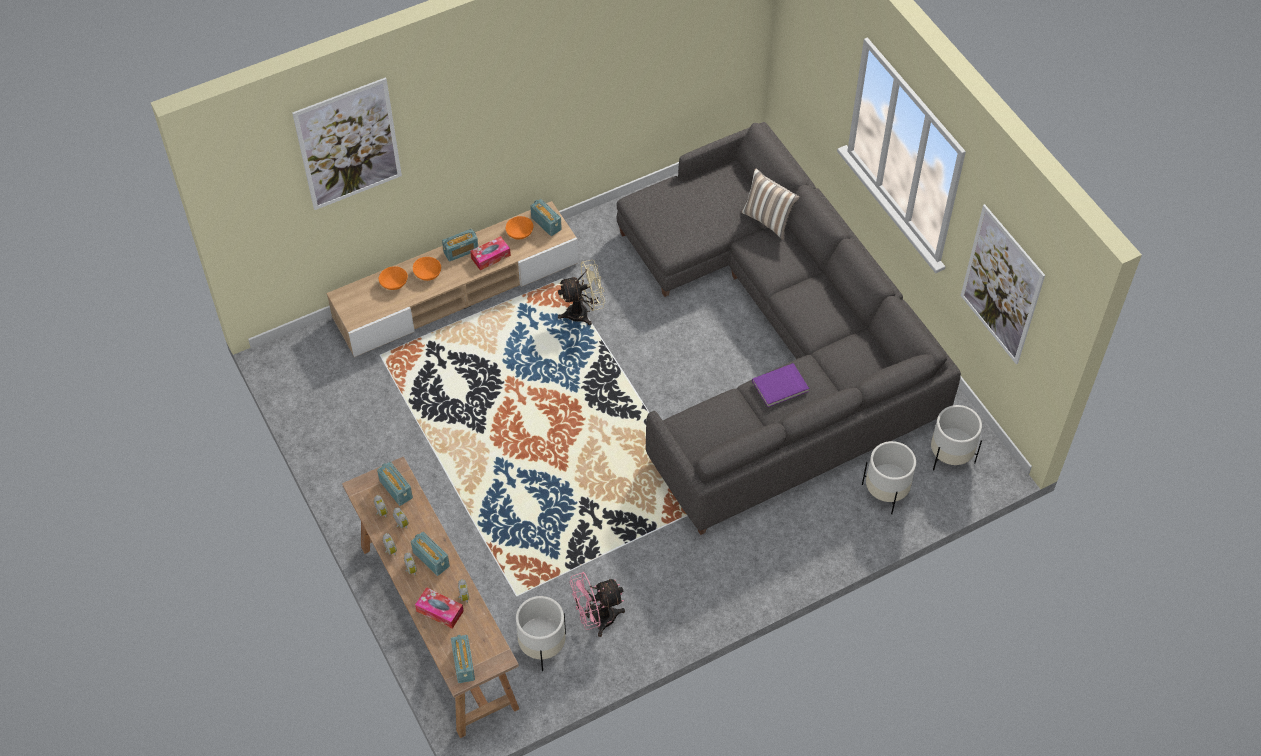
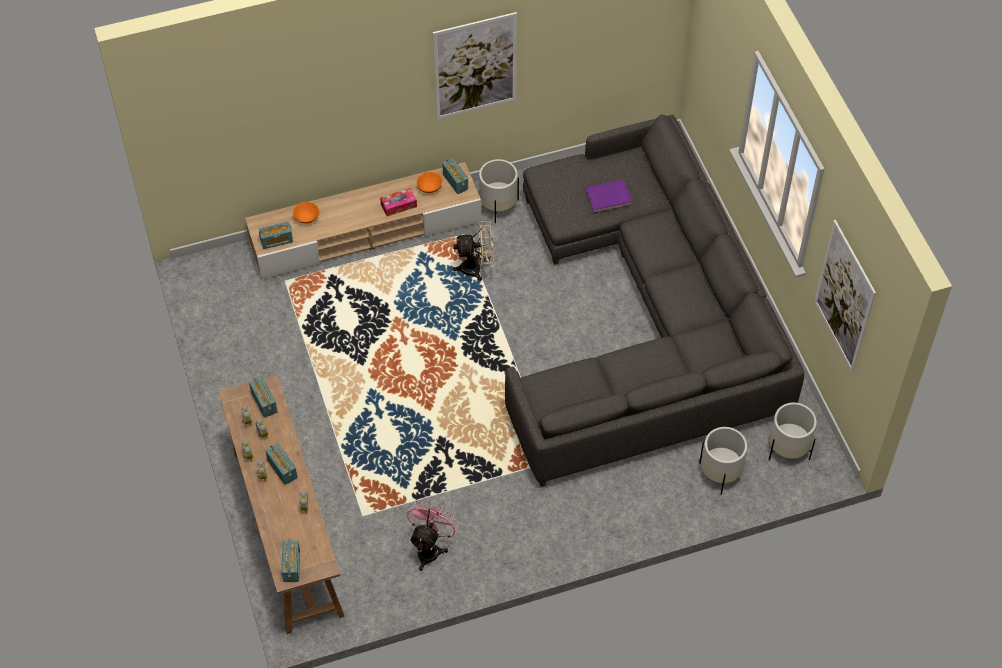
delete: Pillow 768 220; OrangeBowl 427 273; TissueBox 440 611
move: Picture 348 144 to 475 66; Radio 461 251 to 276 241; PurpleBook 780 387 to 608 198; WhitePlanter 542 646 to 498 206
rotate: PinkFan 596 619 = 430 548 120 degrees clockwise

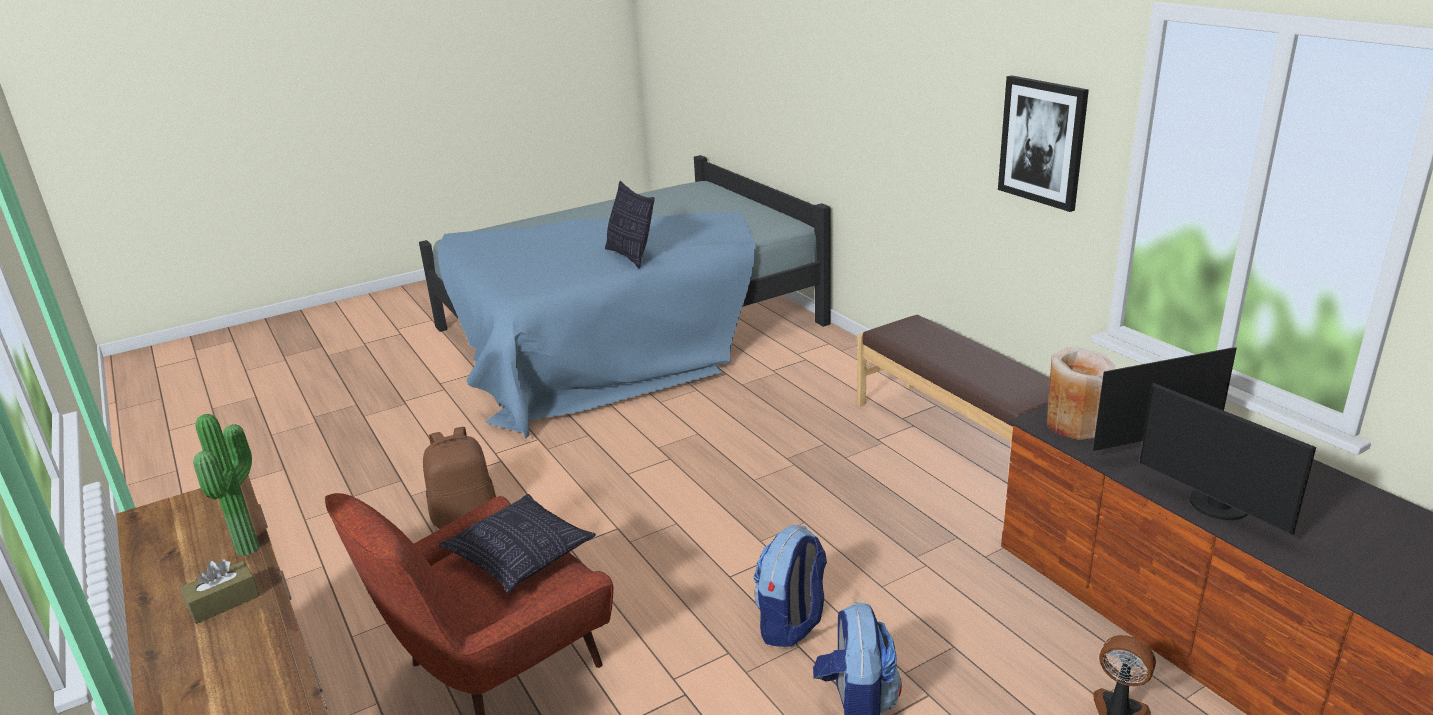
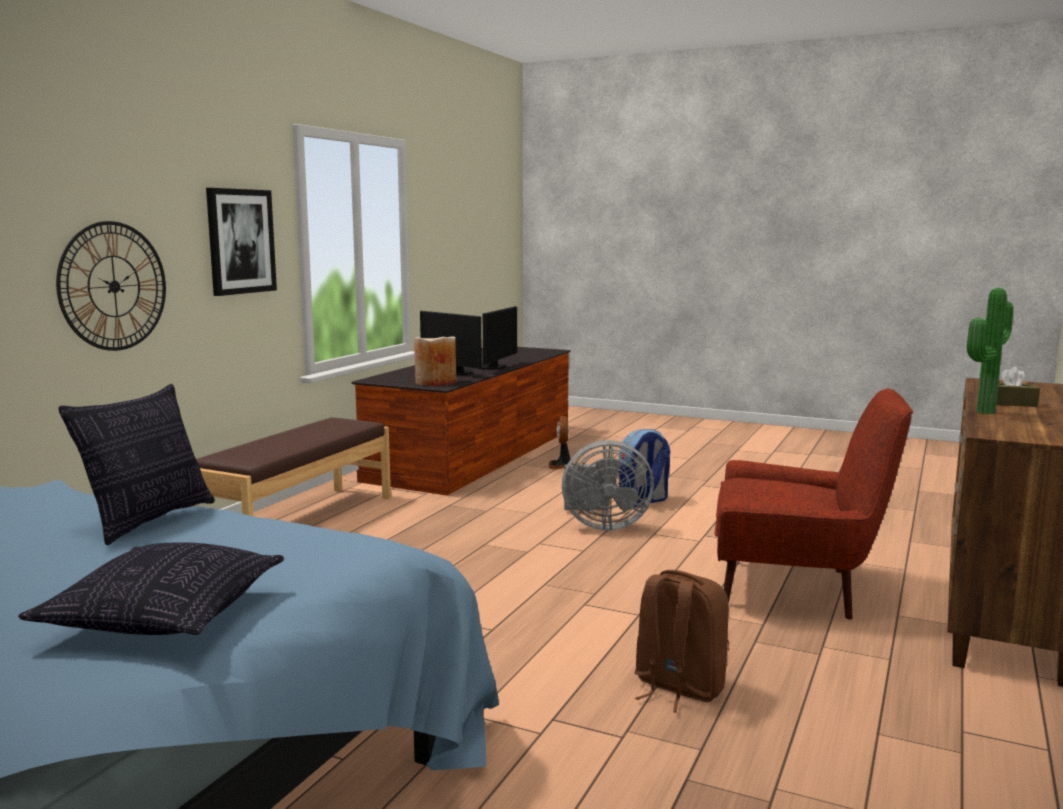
insert: WallClock 114 286
move: Pillow 521 557 to 165 617
replace: Backpack 791 624 to GreyFan 602 525

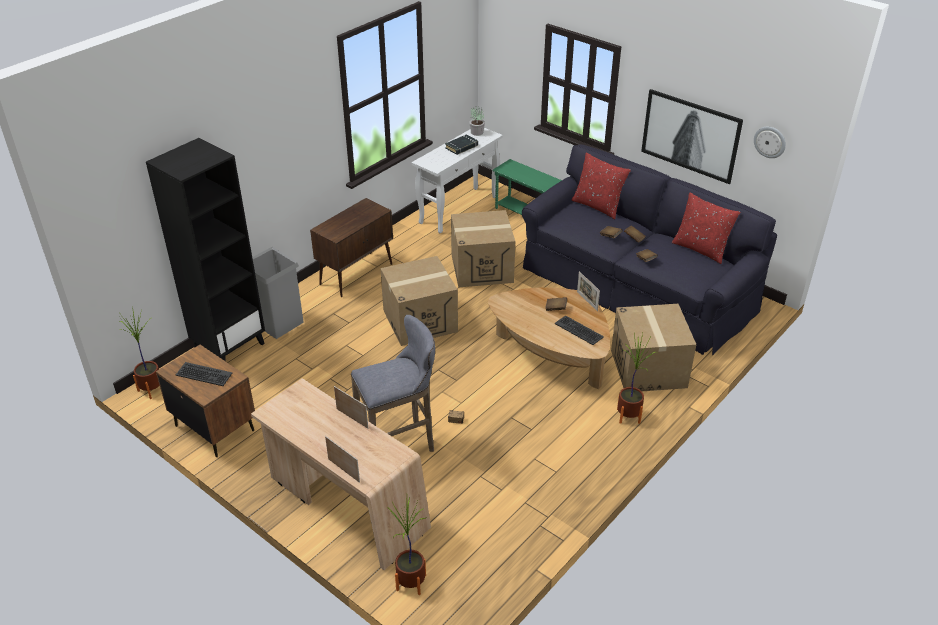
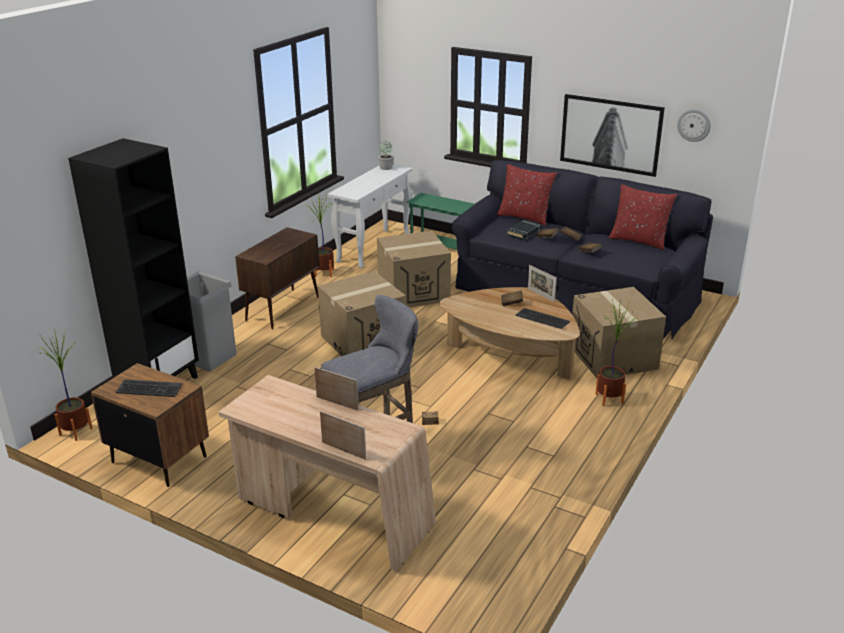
move: BlackBook 462 147 to 524 232; PottedPlant 411 583 to 324 273

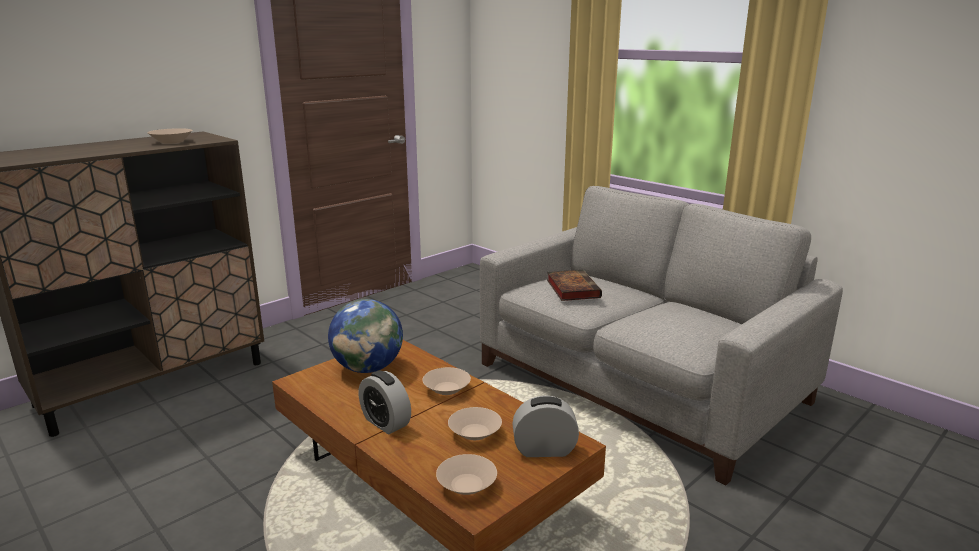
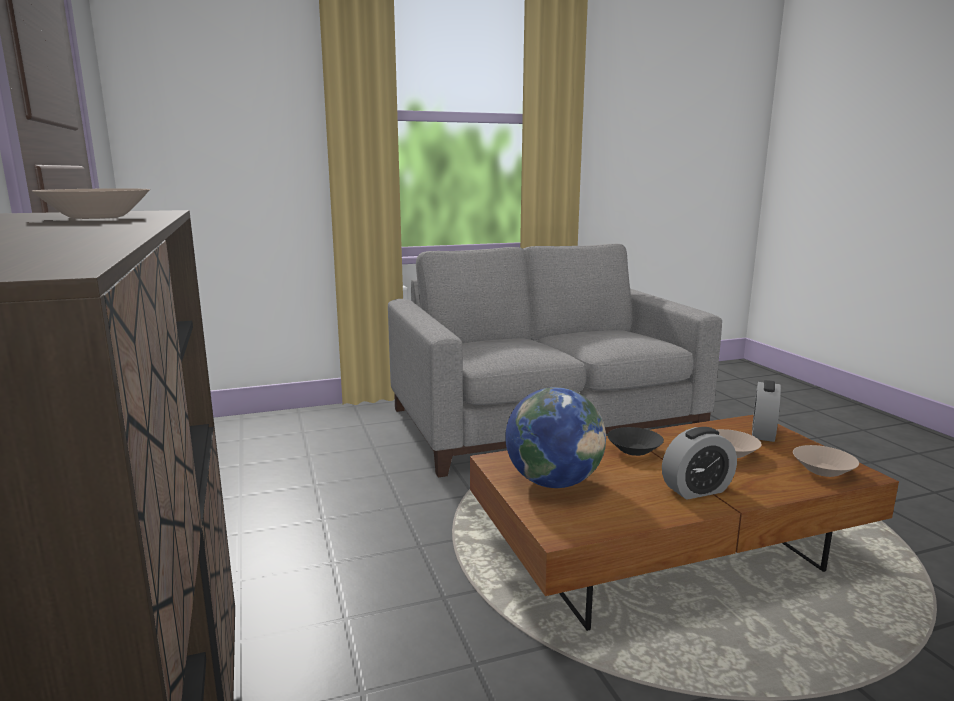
delete: Book 571 288
recolor: BeigeBowl 447 389 to BlackBowl 633 450

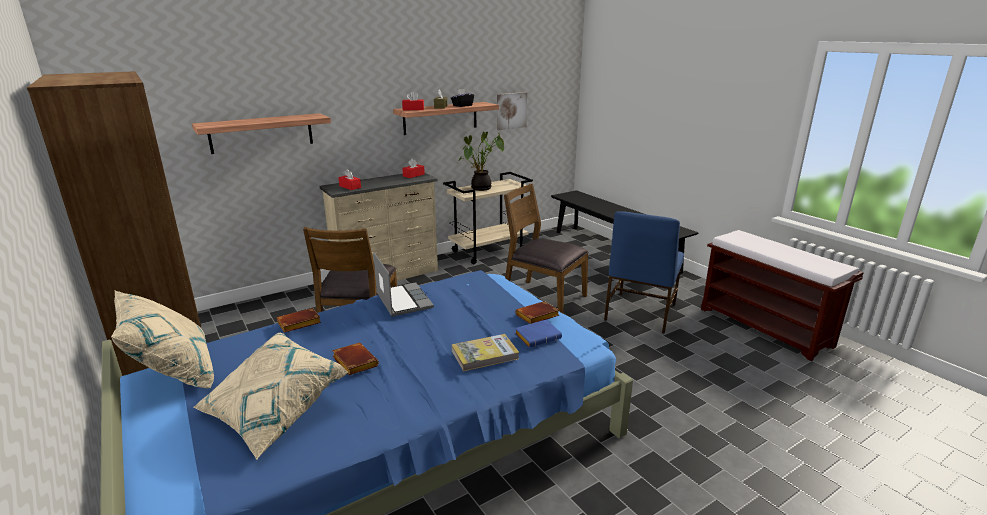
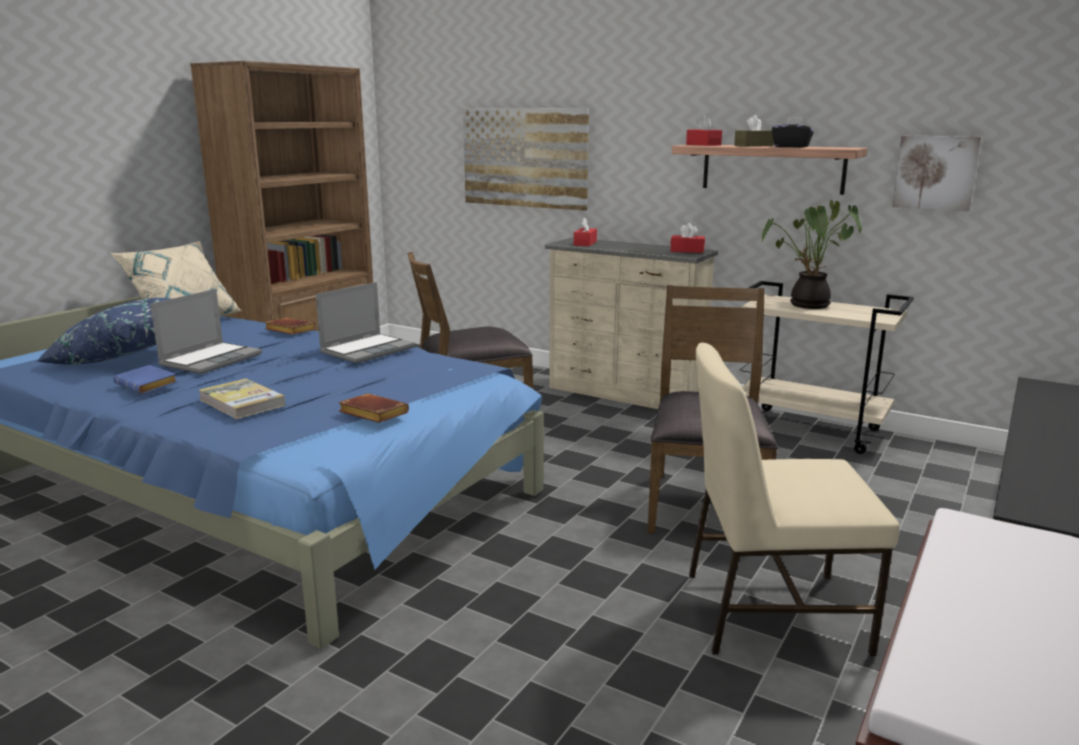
move: BlueBook 538 336 to 148 385
replace: Shelf 261 133 to Picture 524 158; BrownBook 353 362 to Laptop 211 359
recolor: BlueChair 639 313 to BeigeChair 770 611; BeigePillow 273 412 to BluePillow 123 357

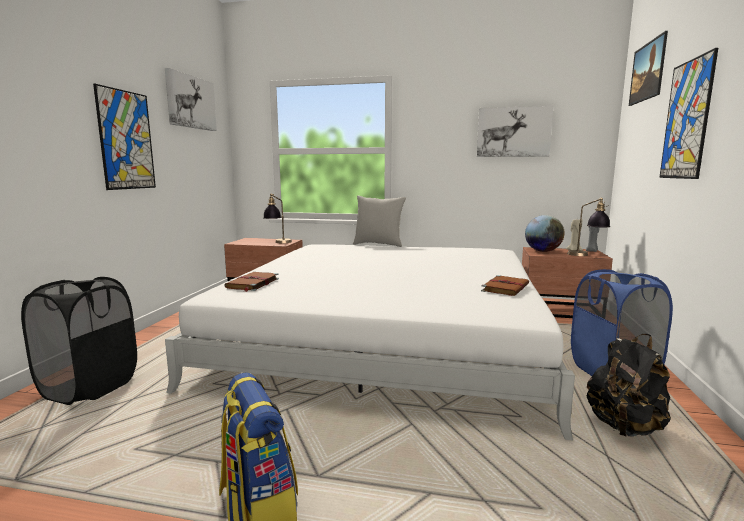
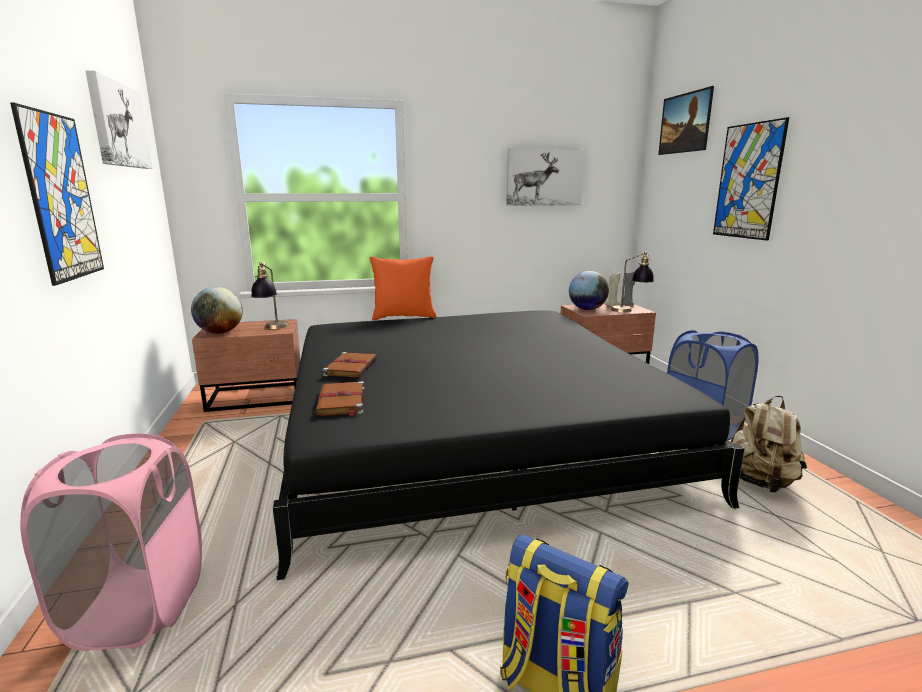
insert: Globe 220 332
move: BrownBook 505 287 to 351 367
recolor: GreyPillow 378 244 to OrangePillow 404 317; WhiteBed 386 335 to BlackBed 469 431; BlackLaundryBasket 89 387 to PinkLaundryBasket 138 607; BlackBackpack 625 427 to BeigeBackpack 759 482

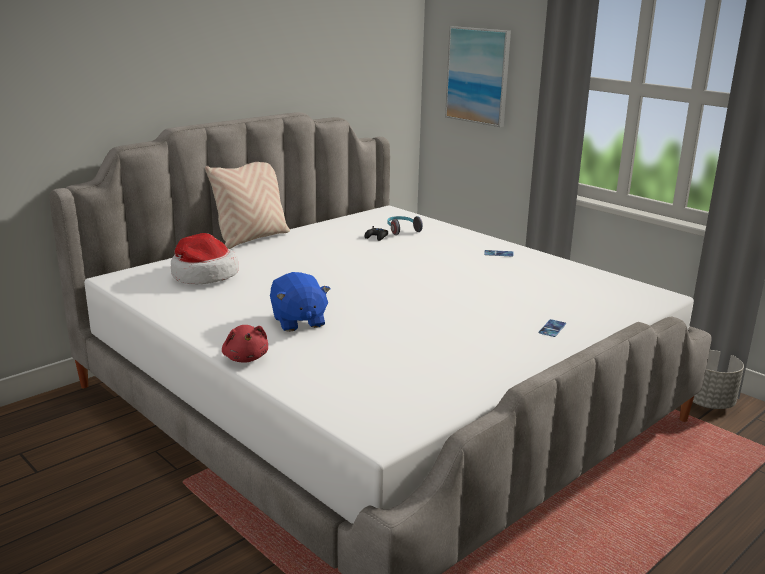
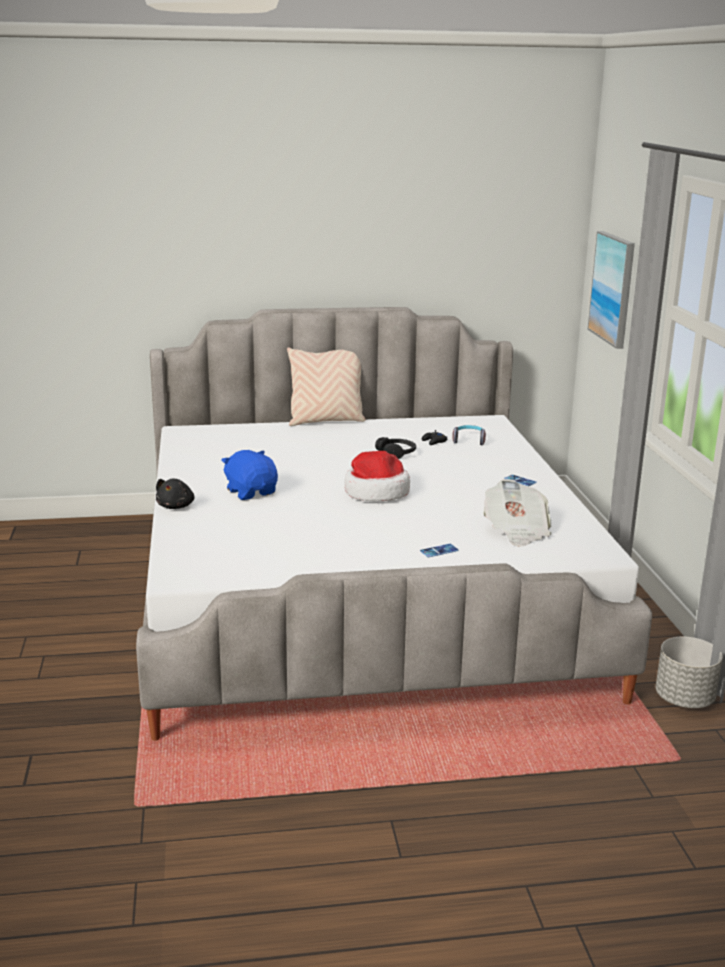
insert: BlackHeadphones 396 454; Newspaper 516 531
move: Hat 203 275 to 376 492
recolor: RedPlushToy 246 358 to BlackPlushToy 176 506
rotate: BluePlushToy 298 321 = 251 492 135 degrees clockwise

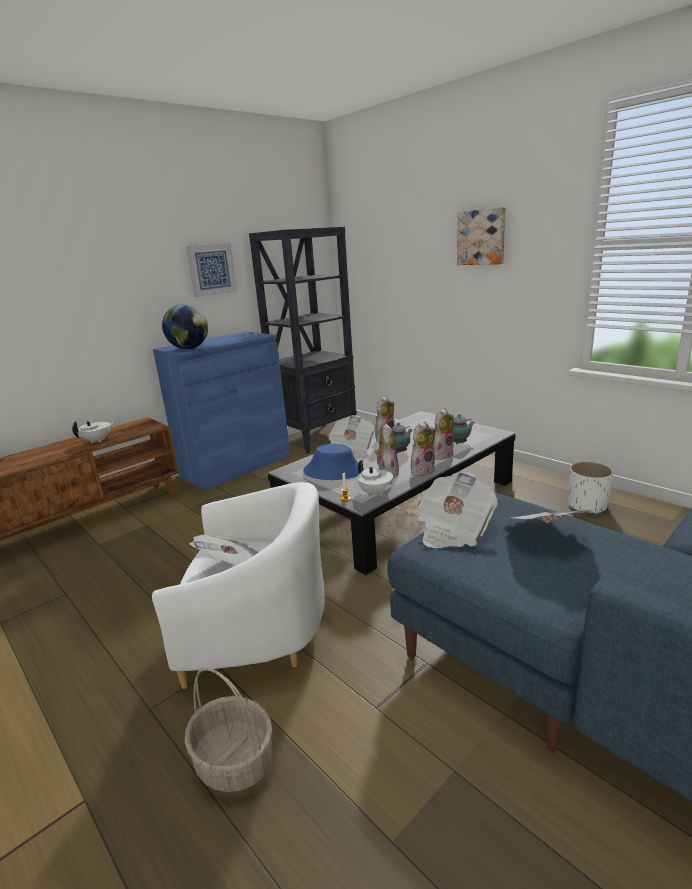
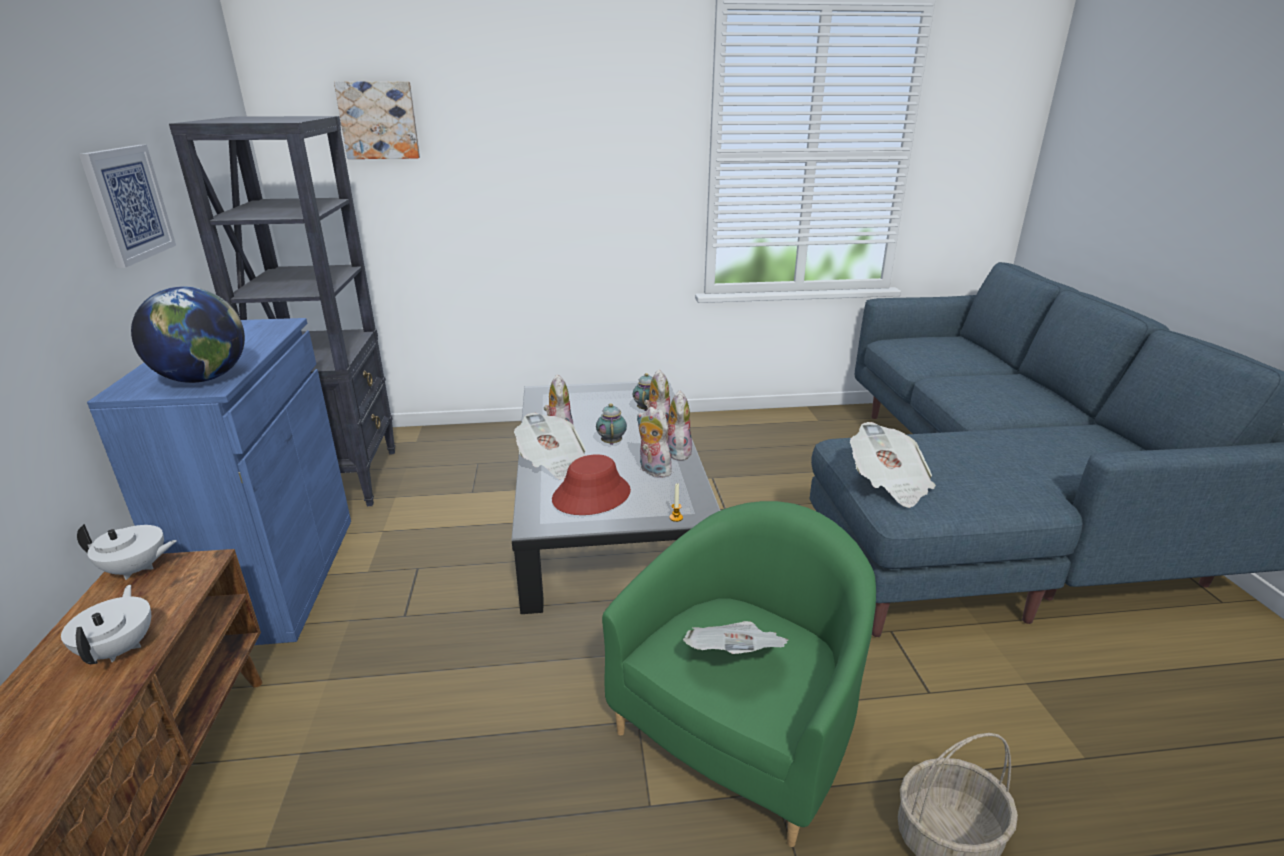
delete: WhitePlanter 587 506; Newspaper 544 534
move: Picture 482 237 to 379 120; WhiteTeapot 376 494 to 137 569
recolor: BlueHat 333 471 to RedHat 591 495; WhiteArmchair 257 631 to GreenArmchair 740 729

